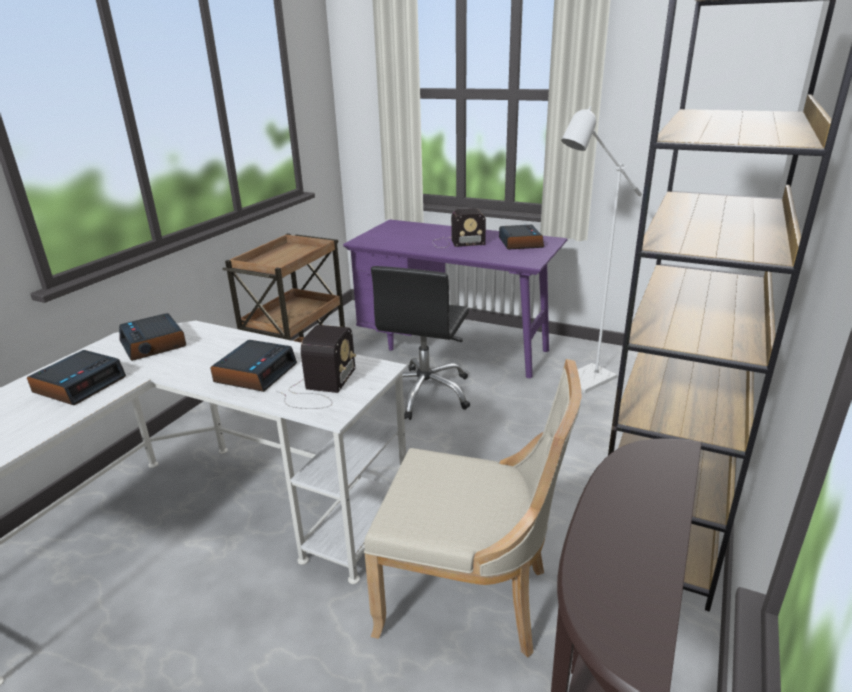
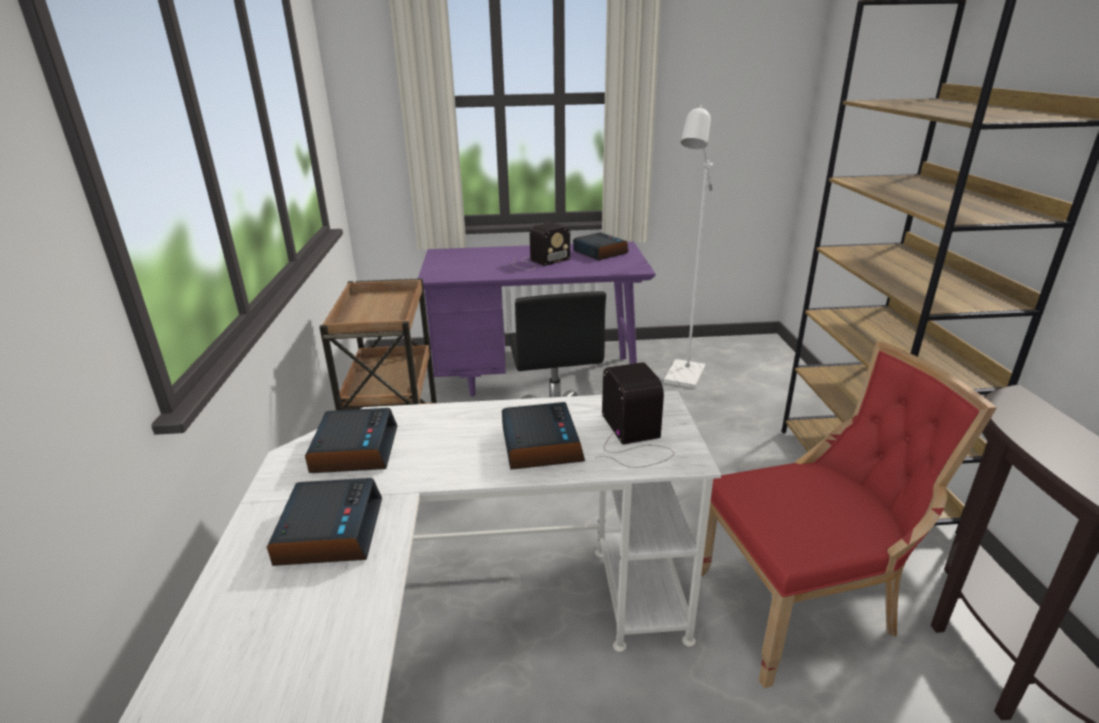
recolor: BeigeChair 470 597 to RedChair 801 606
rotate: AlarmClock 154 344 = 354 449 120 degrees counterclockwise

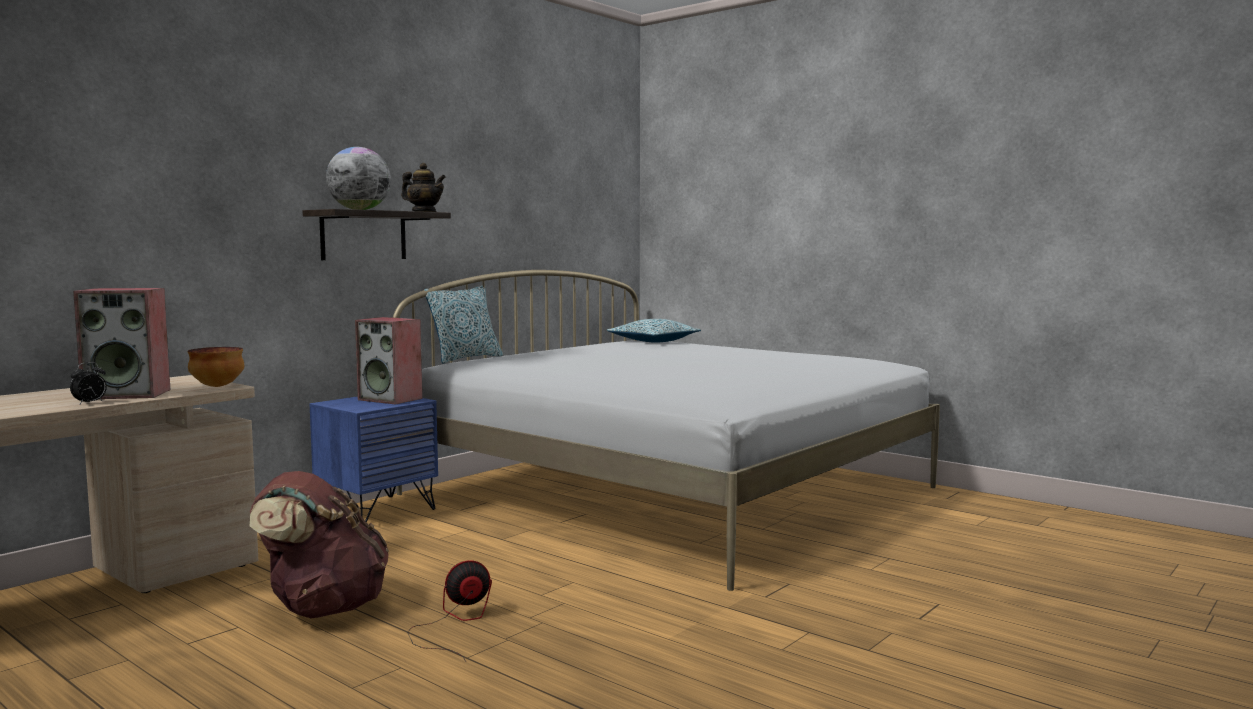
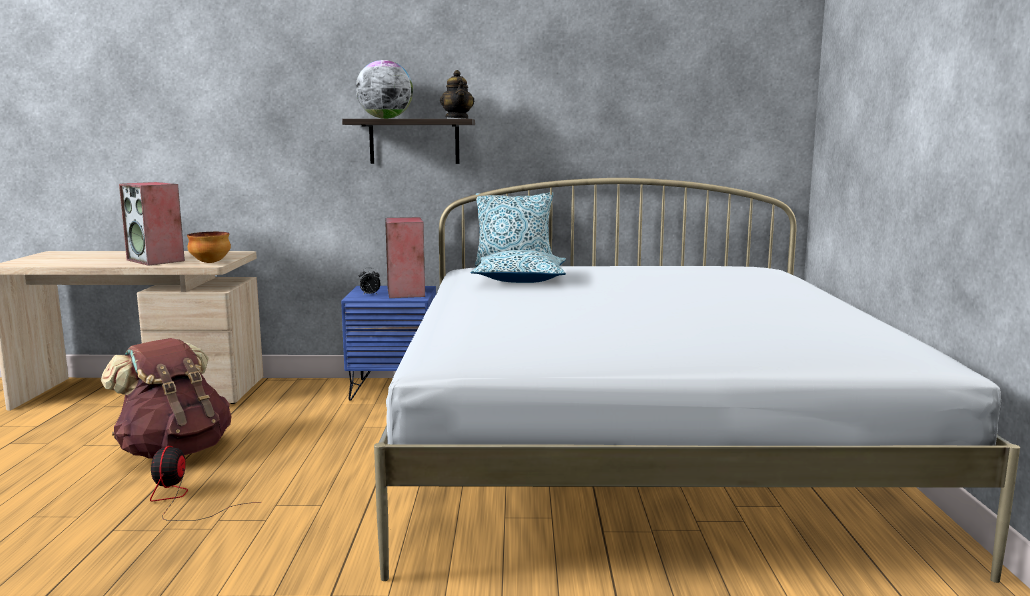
move: Pillow 653 341 to 520 280; AlarmClock 90 403 to 369 295
rotate: Fan 456 623 = 181 500 120 degrees counterclockwise

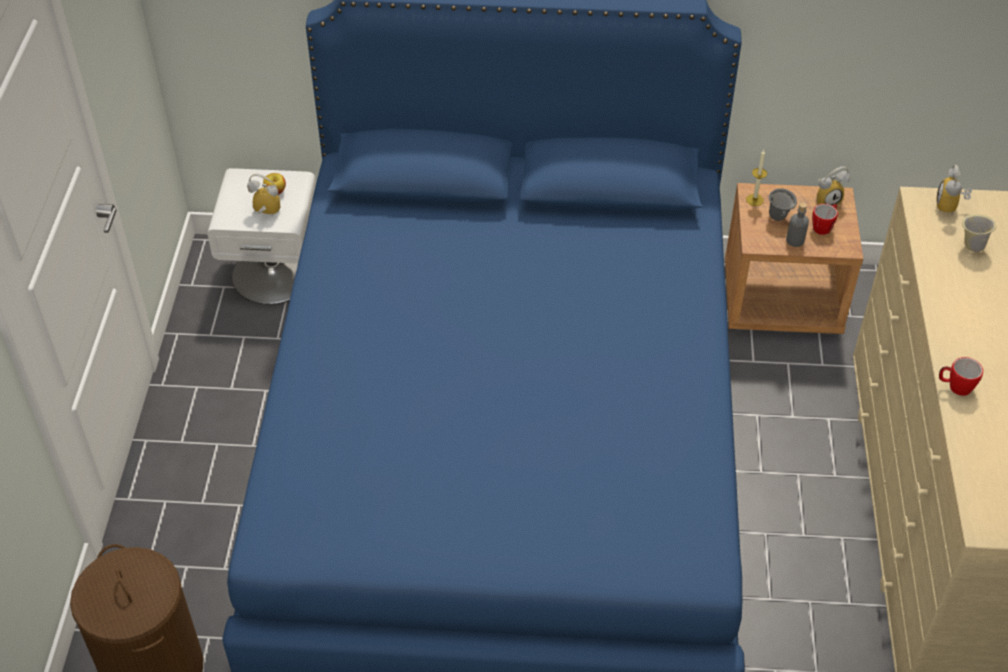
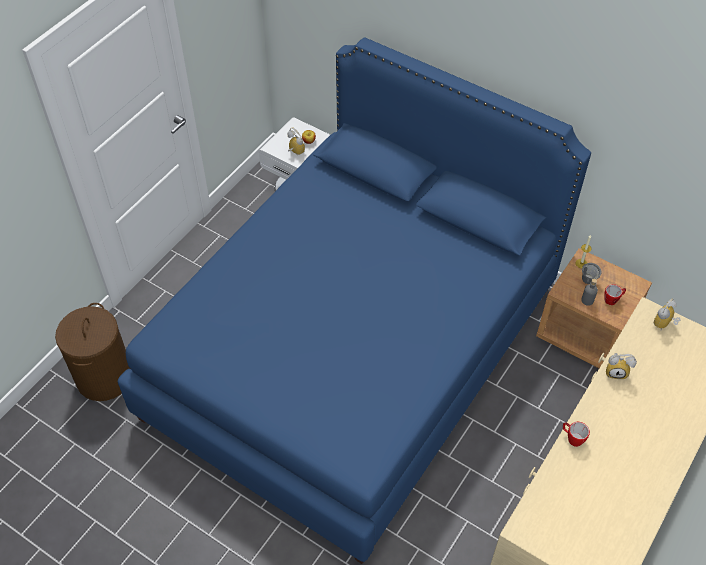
delete: BeigeMug 971 246
move: AlarmClock 827 200 to 616 371

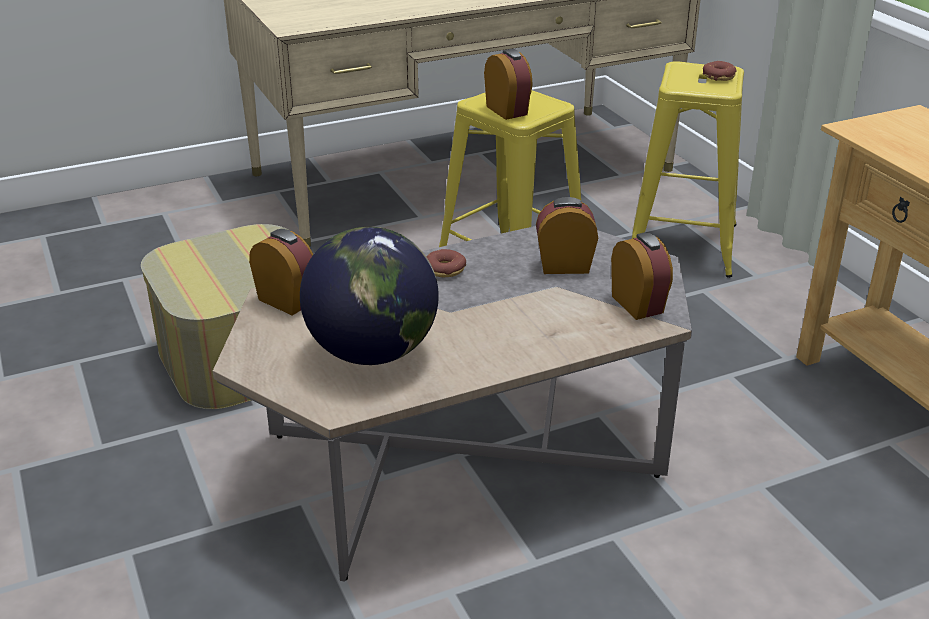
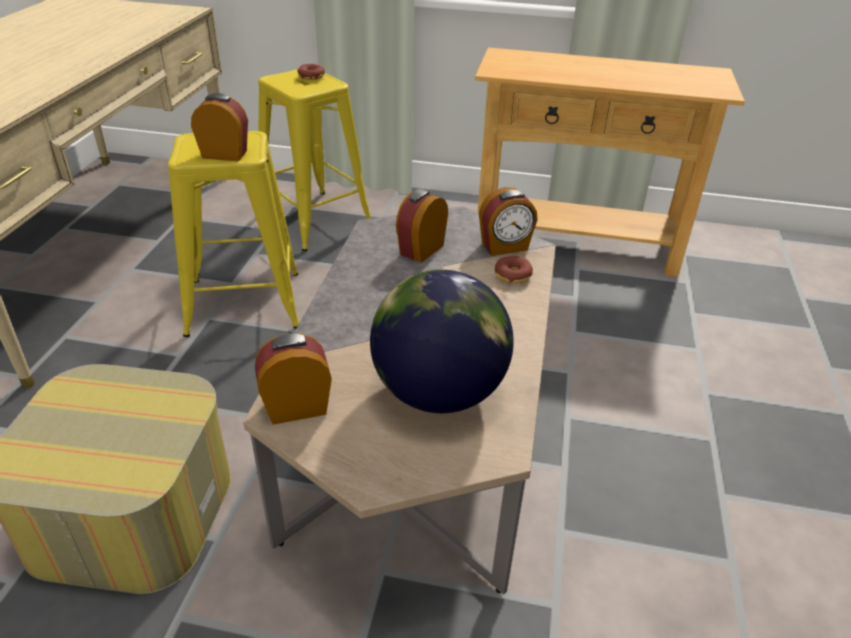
move: Donut 445 270 to 513 275
rotate: AlarmClock 638 304 = 505 247 150 degrees clockwise

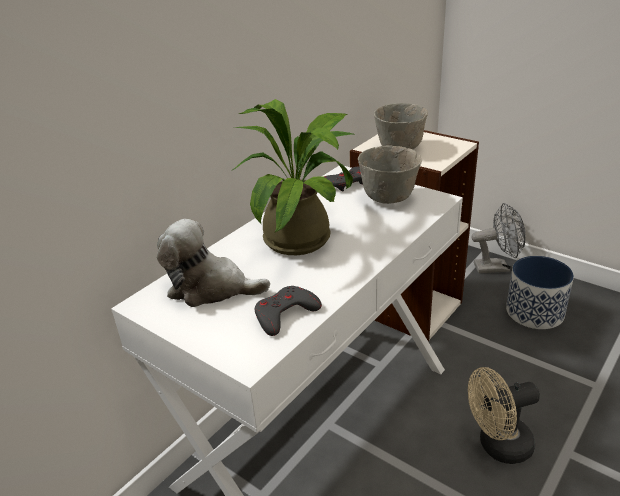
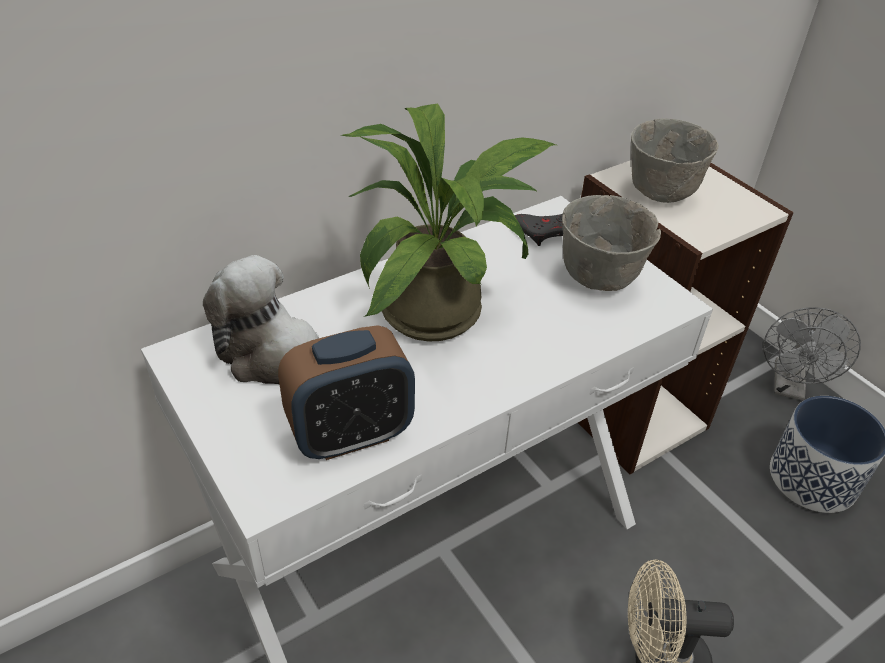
replace: GreyGameController 285 314 to AlarmClock 350 434
rotate: GreyFan 497 267 = 789 387 90 degrees clockwise

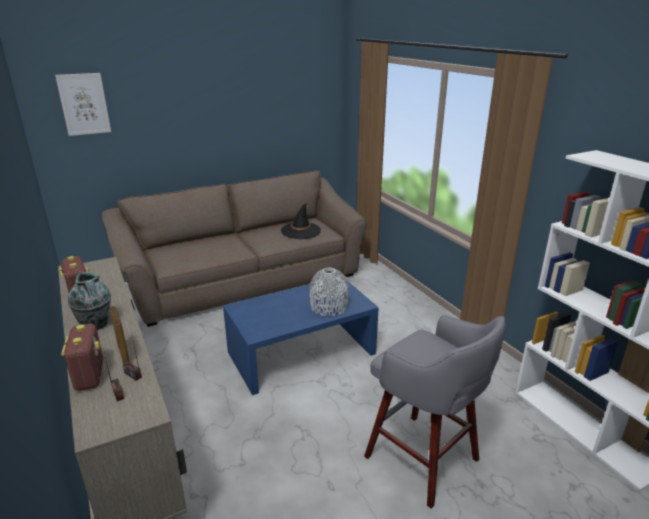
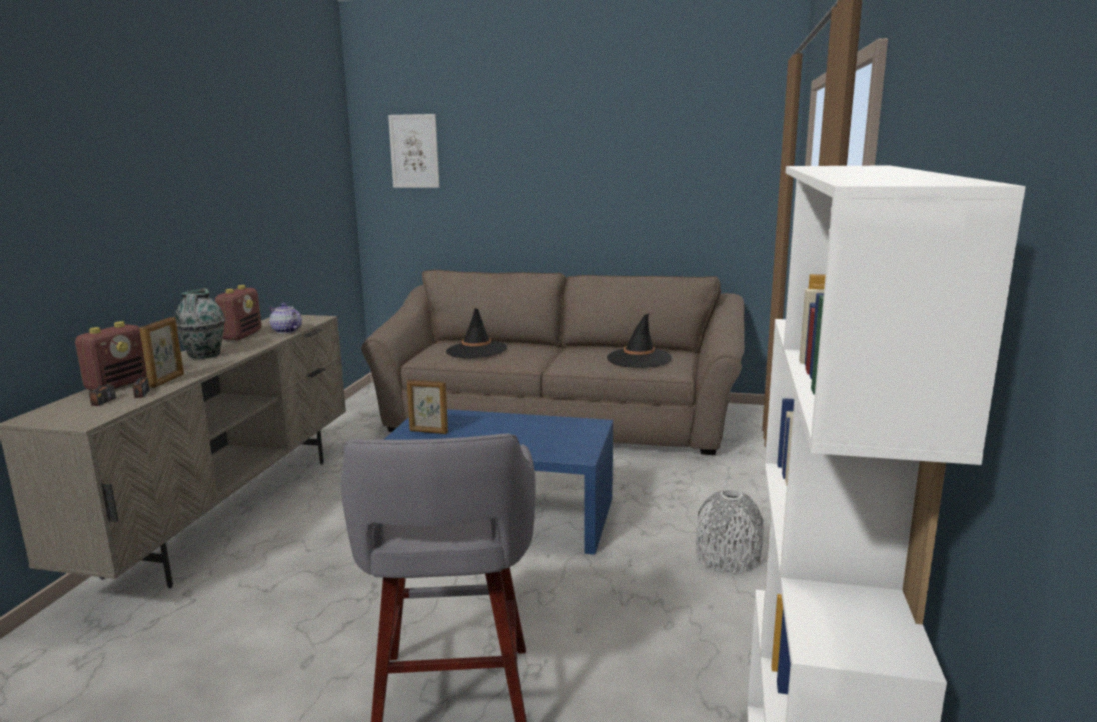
insert: Teapot 286 331; BlackHat 476 350; PictureFrame 428 432
move: GreyVase 329 306 to 727 557

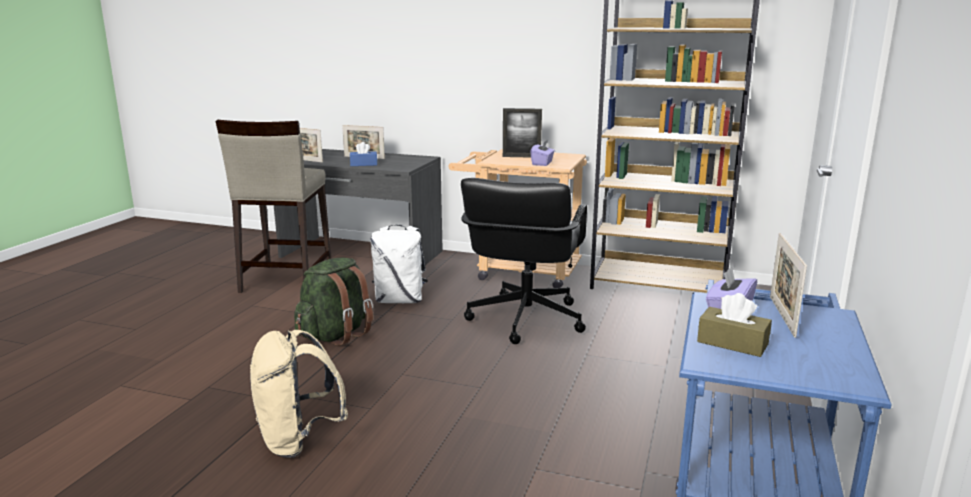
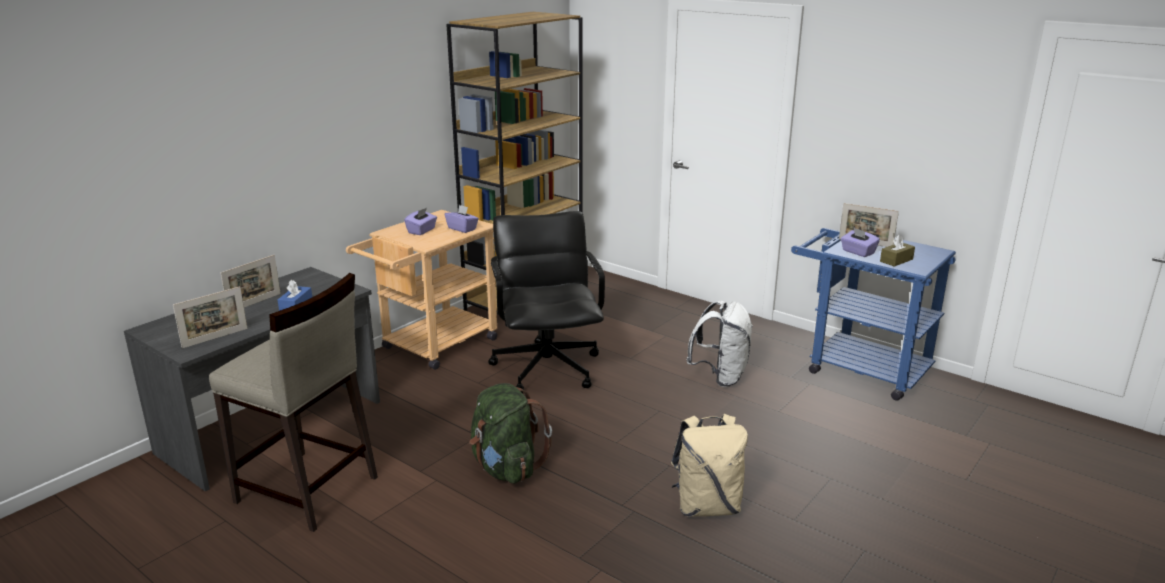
move: WhiteBackpack 400 300 to 720 377
replace: PictureFrame 521 156 to PurpleTissueBox 422 231
rotate: BlackOfficeChair 524 319 = 548 367 135 degrees counterclockwise

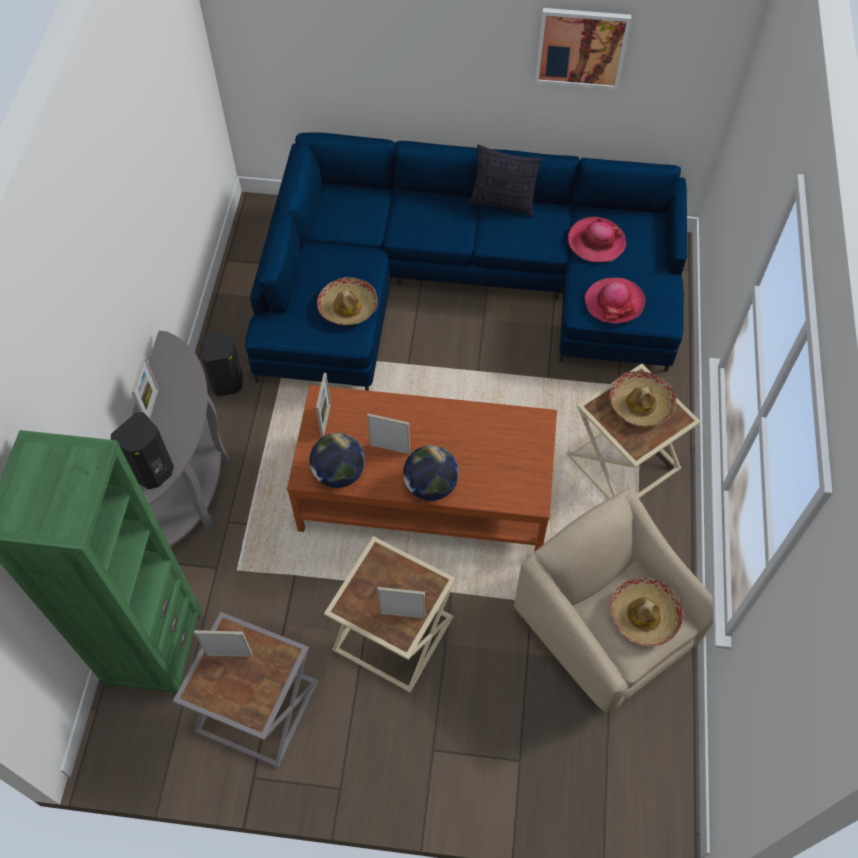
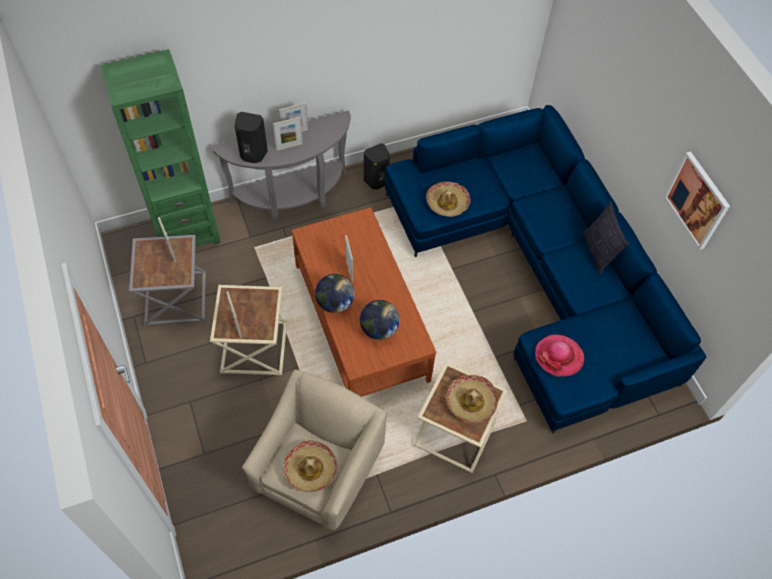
delete: Hat 596 242
move: PictureFrame 326 420 to 289 146; Globe 339 473 to 379 329

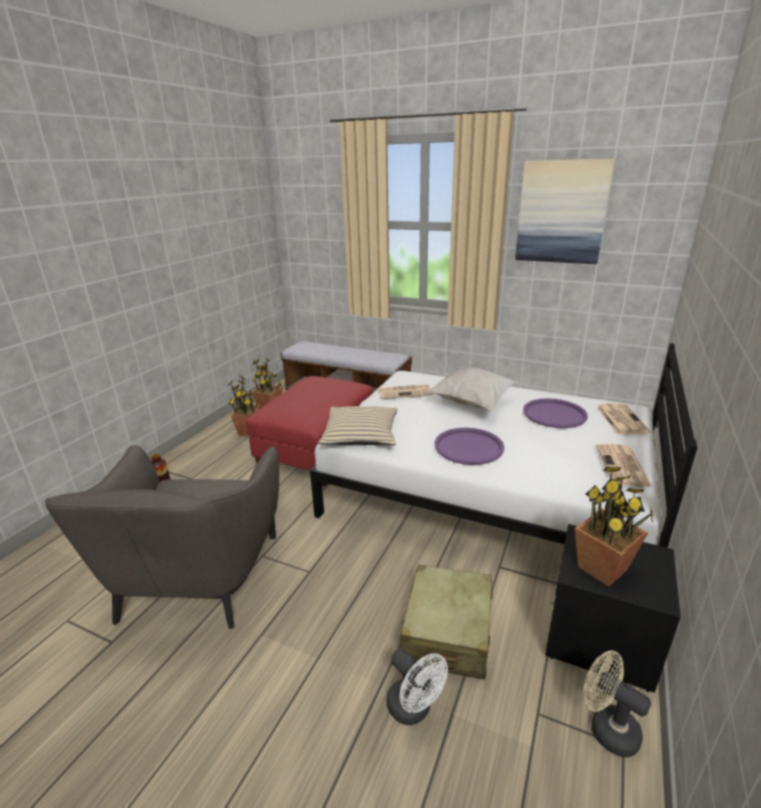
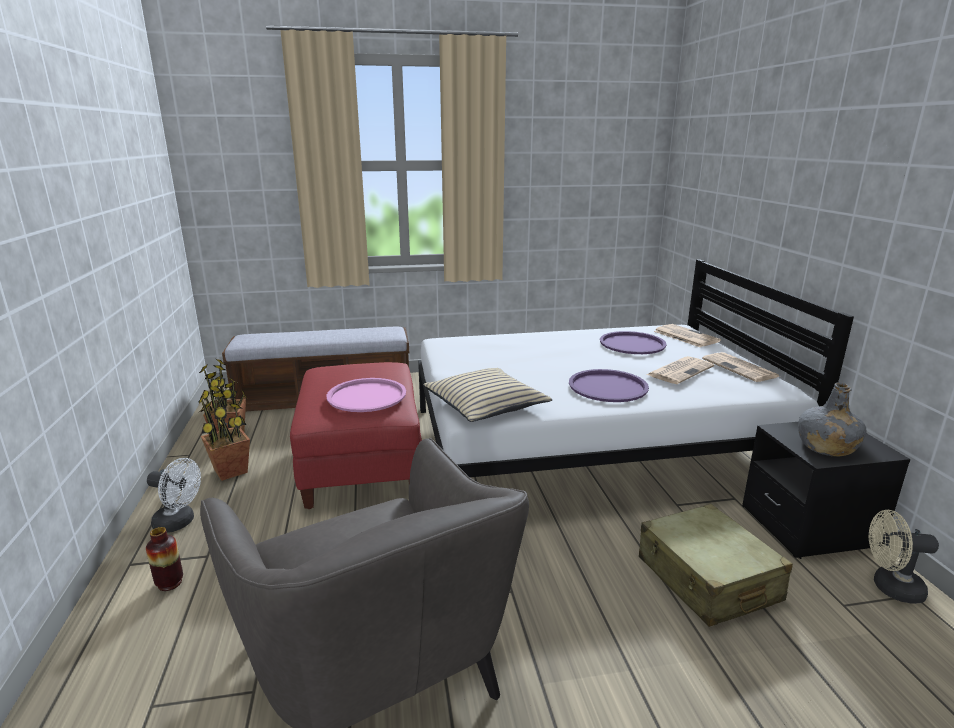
delete: Picture 561 212; WhitePillow 472 403
insert: PinkTray 367 396
move: Newspaper 405 392 to 680 370; WhiteFan 414 709 to 179 523
replace: PottedPlant 602 568 to GreyBottle 825 447

